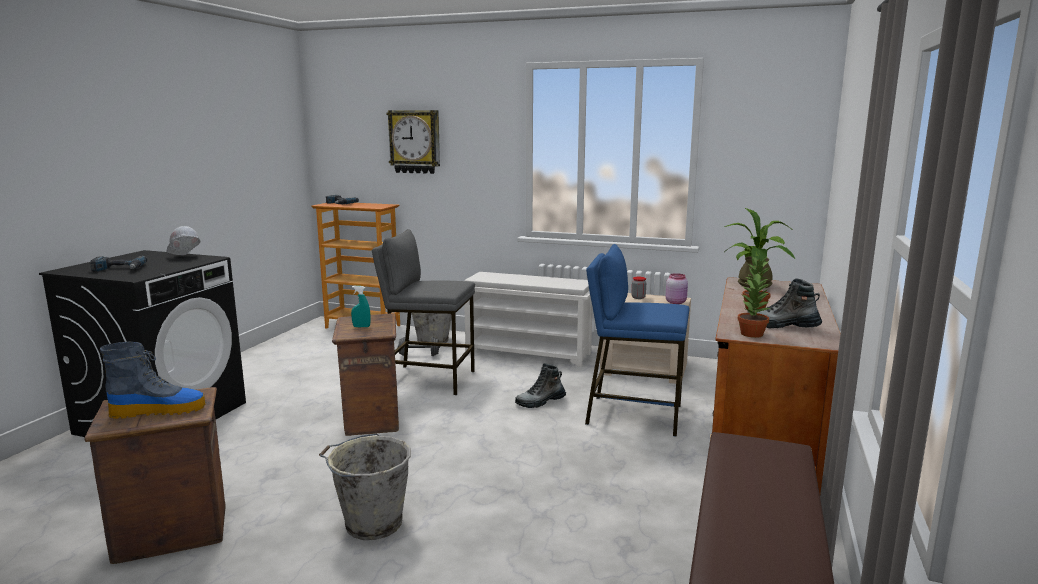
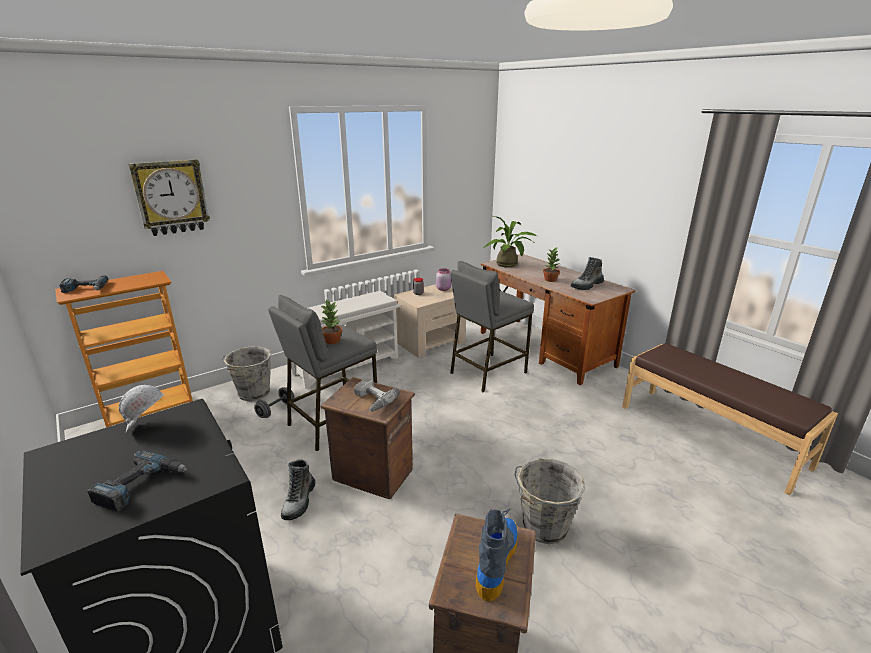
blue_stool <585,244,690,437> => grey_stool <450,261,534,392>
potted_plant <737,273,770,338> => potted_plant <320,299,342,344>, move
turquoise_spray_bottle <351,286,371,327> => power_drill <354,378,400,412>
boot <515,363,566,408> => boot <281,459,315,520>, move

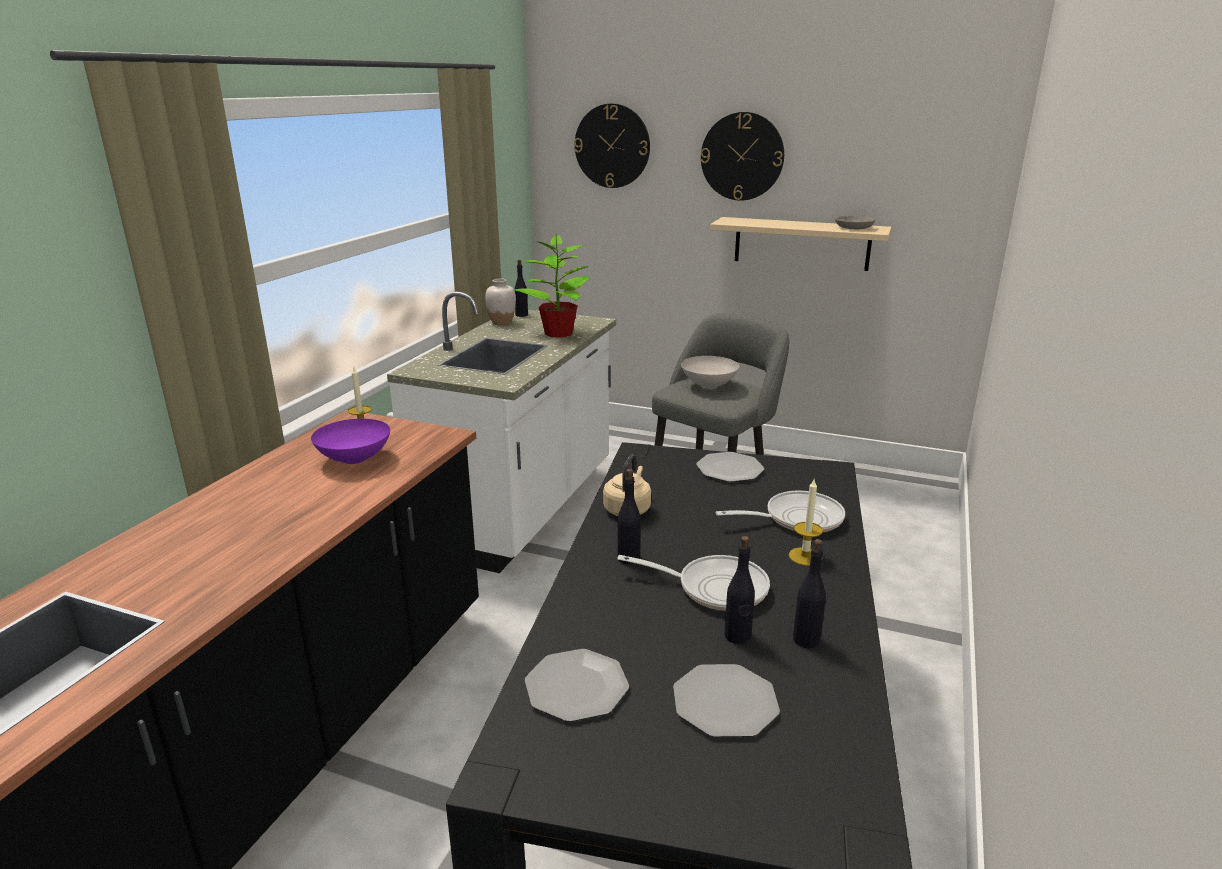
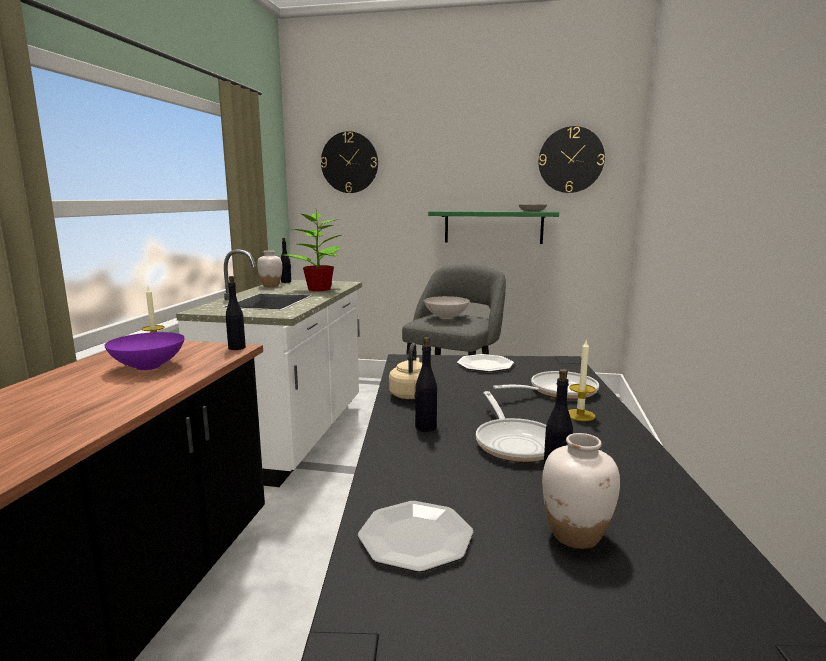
wall_clock <701,112,784,201> => wall_clock <538,126,605,193>, move
beige_shelf <710,217,892,271> => green_shelf <428,211,559,244>
black_bottle <793,539,826,648> => black_bottle <226,276,246,350>, move
frying_pan <617,555,770,611> => frying_pan <476,391,546,462>, 75 degrees clockwise
plate <673,664,780,737> => white_vase <542,433,620,549>

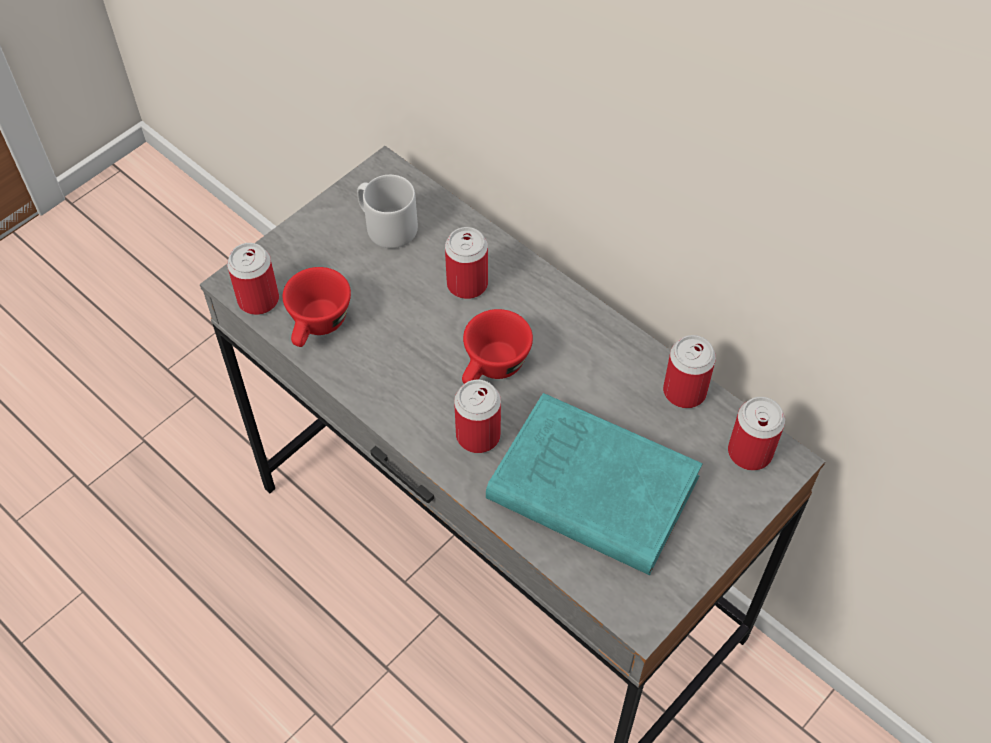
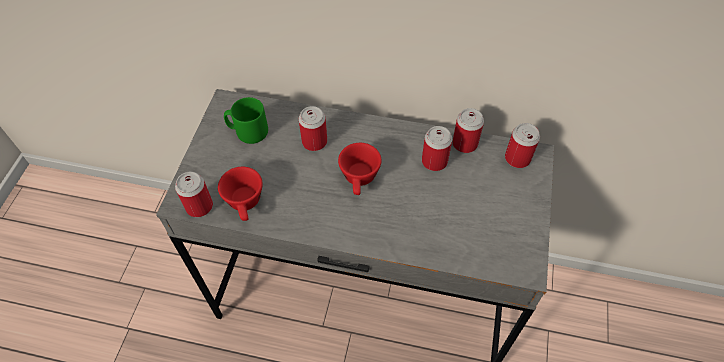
grey_mug <357,175,418,248> => green_mug <224,97,268,144>
can <454,380,501,453> => can <422,126,452,171>, move
turquoise_book <486,393,703,575> => nothing

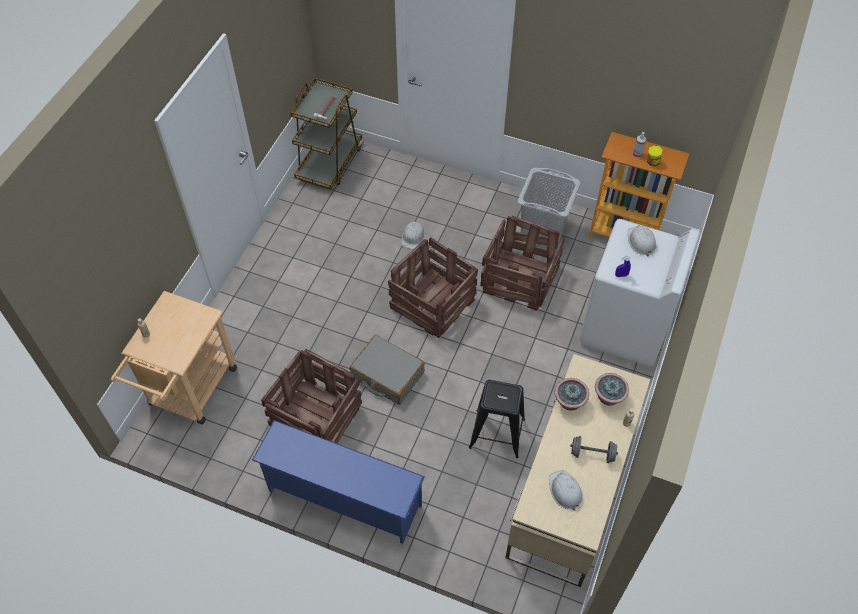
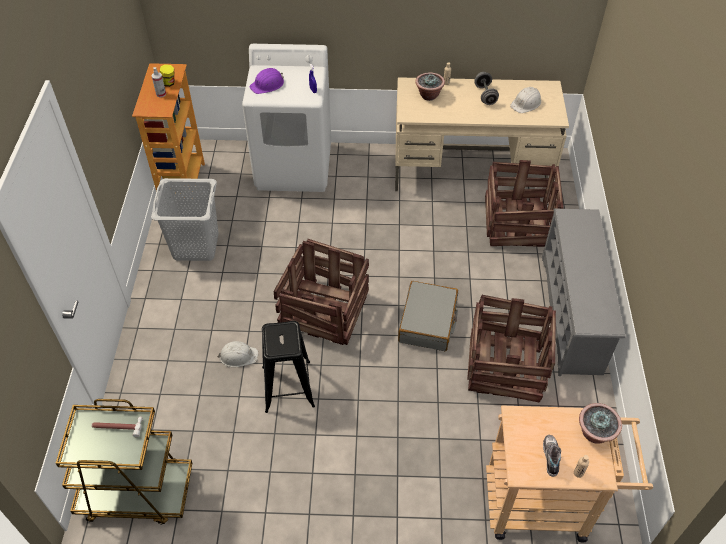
crate <480,216,565,311> => crate <485,160,564,247>, move
white_hard_hat <628,225,656,256> => purple_hard_hat <249,68,284,94>
potted_plant <555,378,589,411> => potted_plant <579,403,622,444>, move
black_stool <469,380,525,458> => black_stool <262,321,315,413>, move
blue_shoe_rack <252,420,425,544> => grey_shoe_rack <542,208,626,376>
nothing => shoe <543,435,561,477>

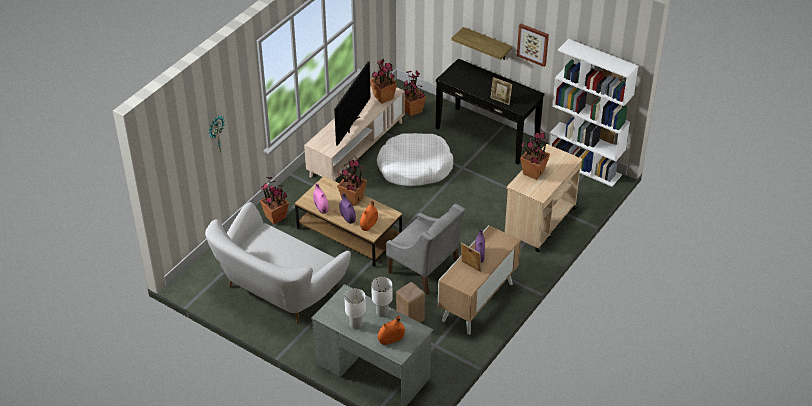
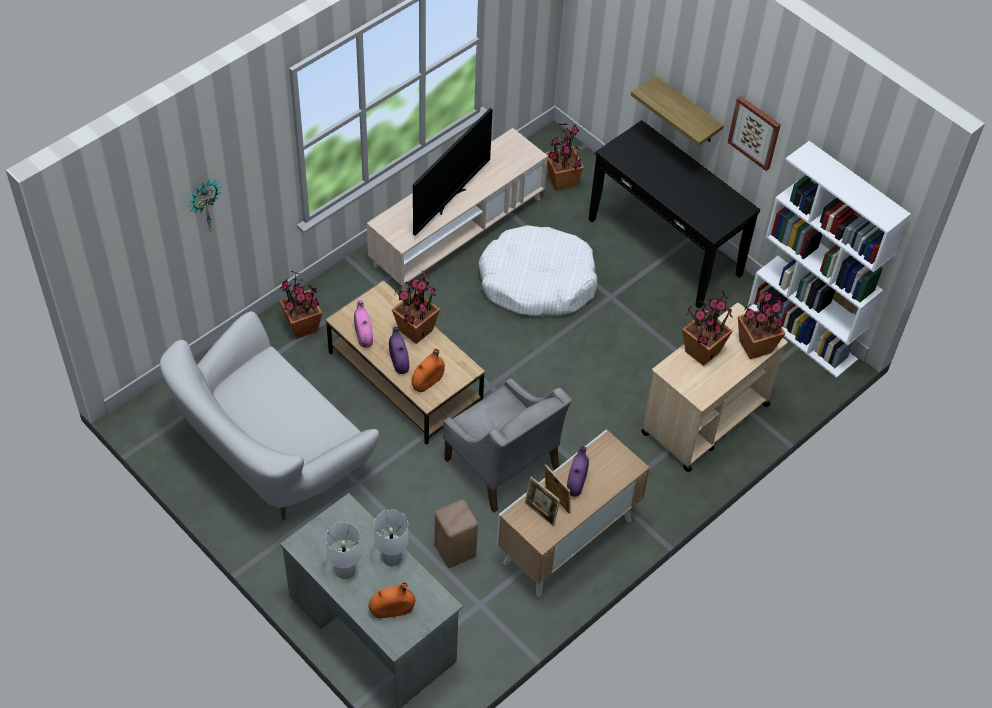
potted_plant <370,59,397,104> => potted_plant <738,291,786,359>, move
picture_frame <491,77,512,105> => picture_frame <525,477,560,526>, move

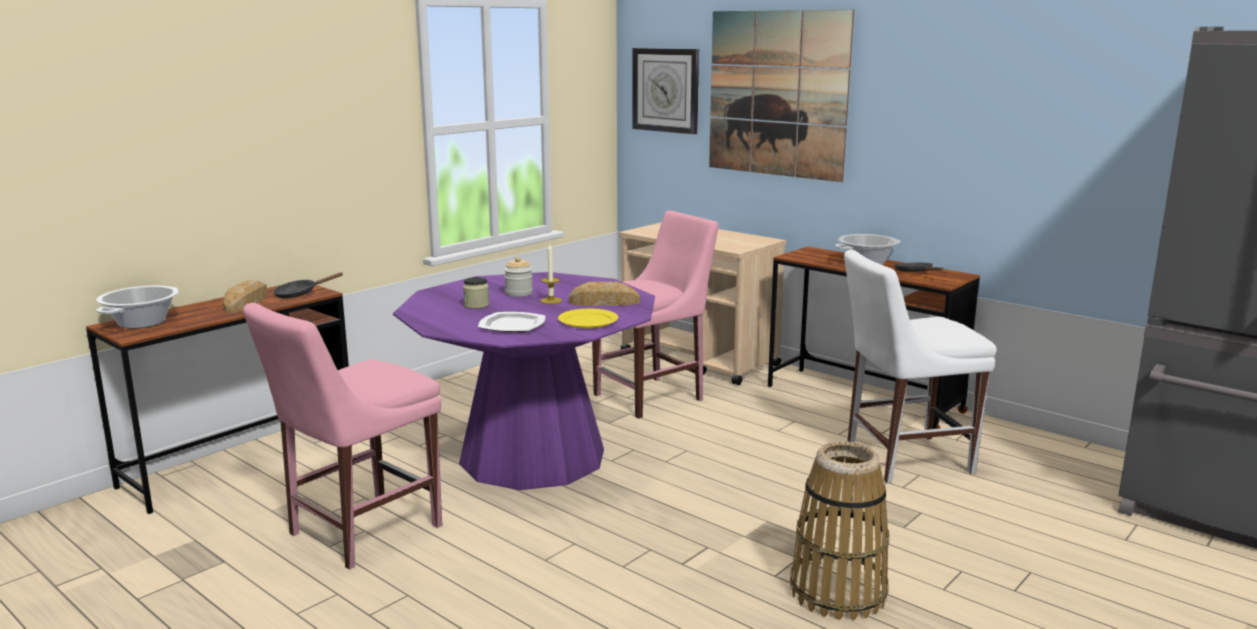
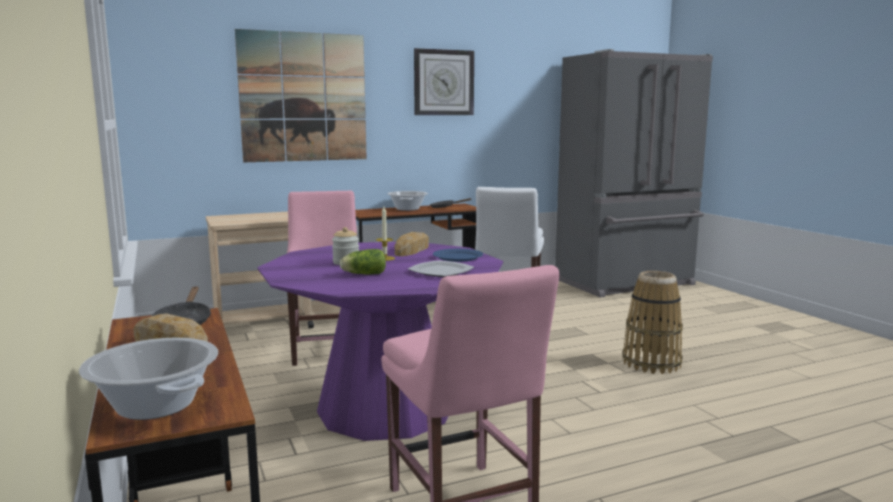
wall_clock <632,48,699,134> => wall_clock <414,48,474,115>, move
jar <463,277,489,309> => lettuce <340,249,386,274>
yellow_plate <558,309,618,328> => blue_plate <433,249,483,262>

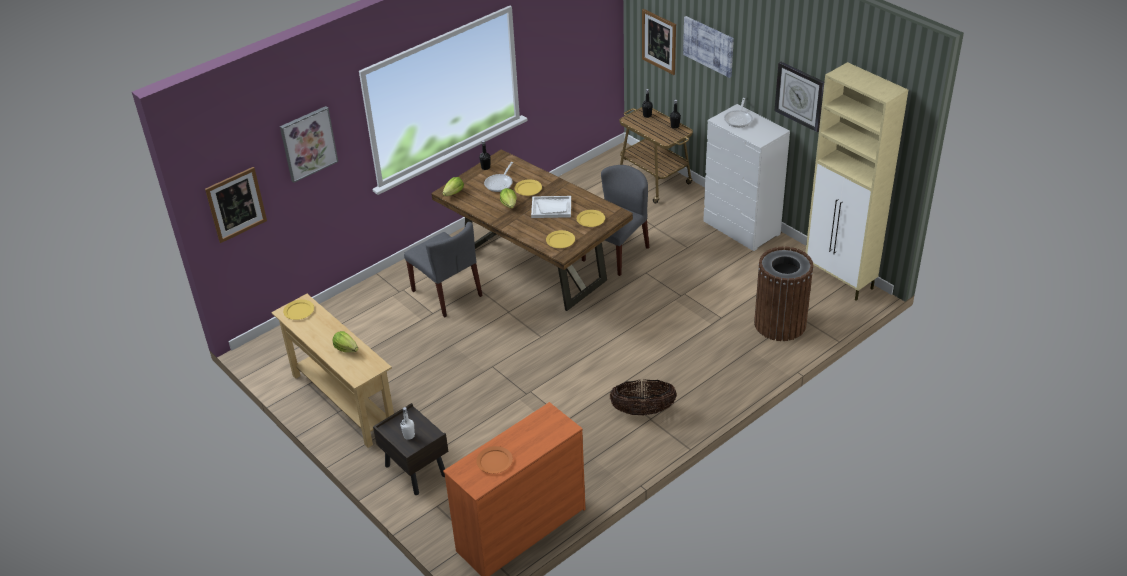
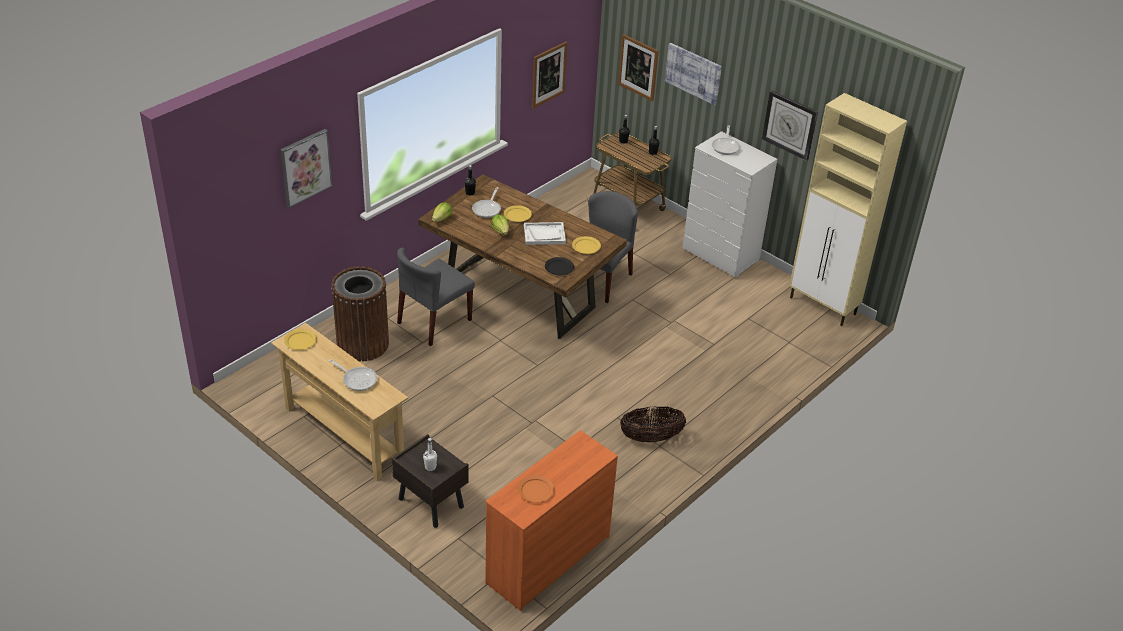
picture <205,167,267,243> => picture <532,42,567,108>, move
grey_chair <404,222,483,317> => grey_chair <397,248,475,346>, 90 degrees clockwise
yellow_plate <546,230,575,248> => black_plate <545,257,574,275>
brown_trash_can <754,247,814,341> => brown_trash_can <331,266,389,362>, move
lettuce <333,331,358,353> => frying_pan <329,359,377,391>

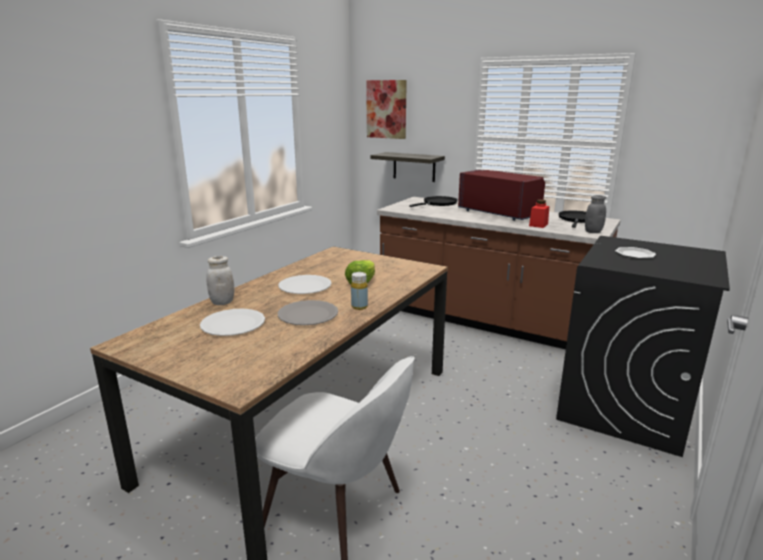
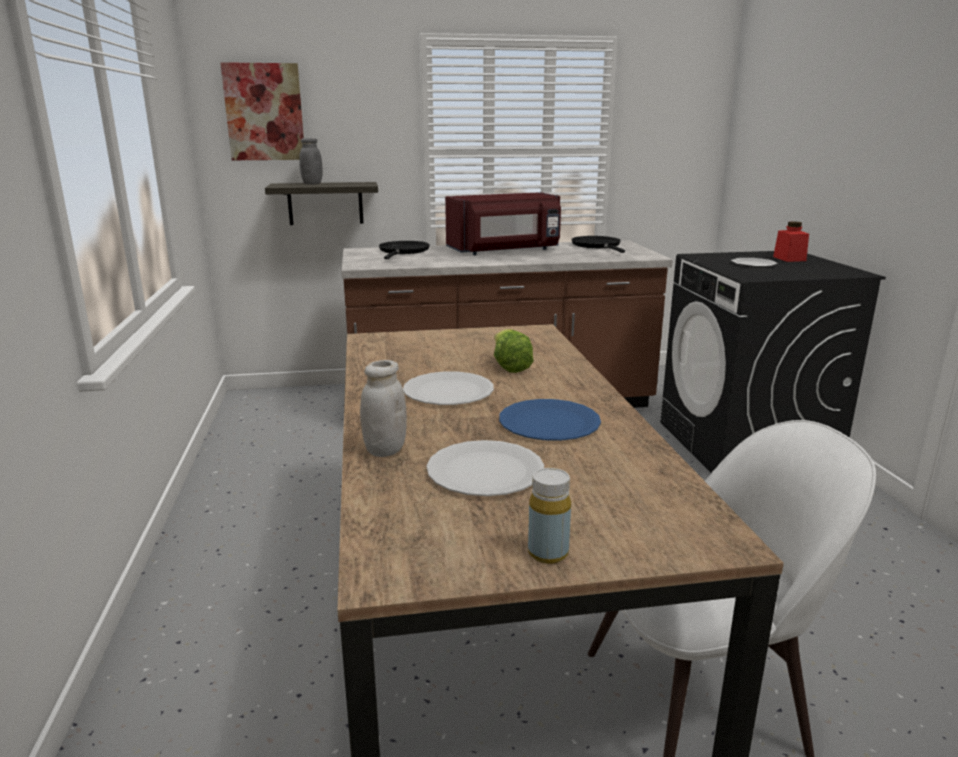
red_microwave <458,170,545,221> => red_microwave <445,192,561,255>, 150 degrees clockwise
grey_jar <585,195,606,233> => grey_jar <299,138,323,184>, move
red_jar <529,199,549,228> => red_jar <773,221,809,262>, move
yellow_bottle <351,272,368,310> => yellow_bottle <528,468,571,564>, move
grey_plate <278,300,338,325> => blue_plate <499,399,601,441>

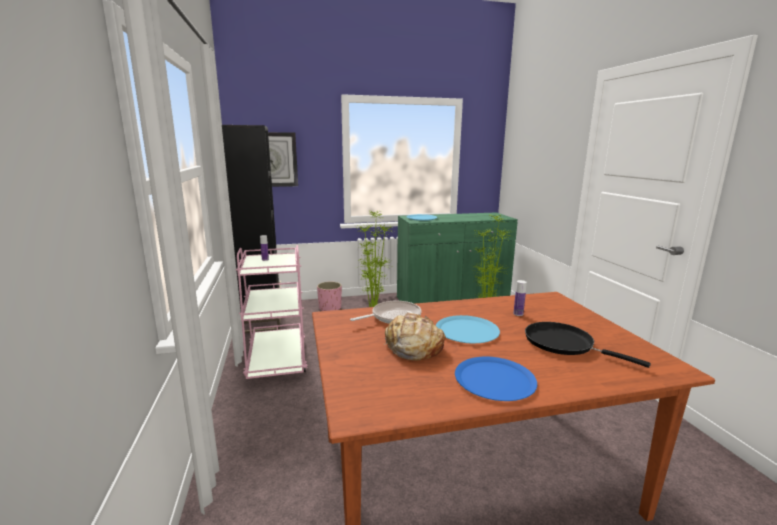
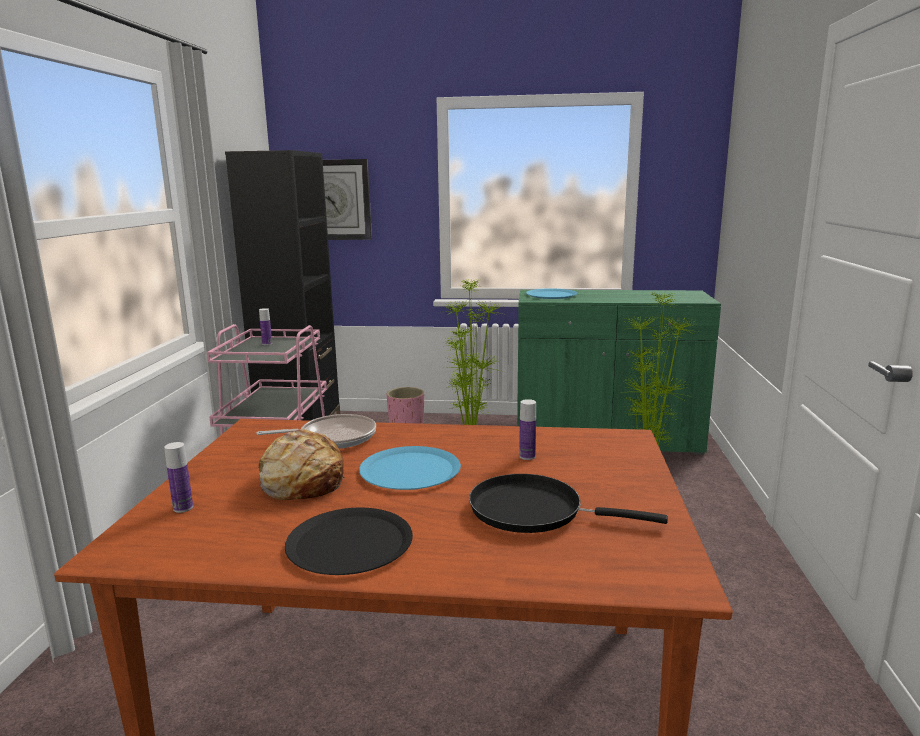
black_frying_pan <525,322,651,368> => black_frying_pan <469,474,668,533>, 45 degrees counterclockwise
blue_plate <455,357,537,401> => black_plate <285,508,413,575>
nothing => bottle <164,442,193,513>

